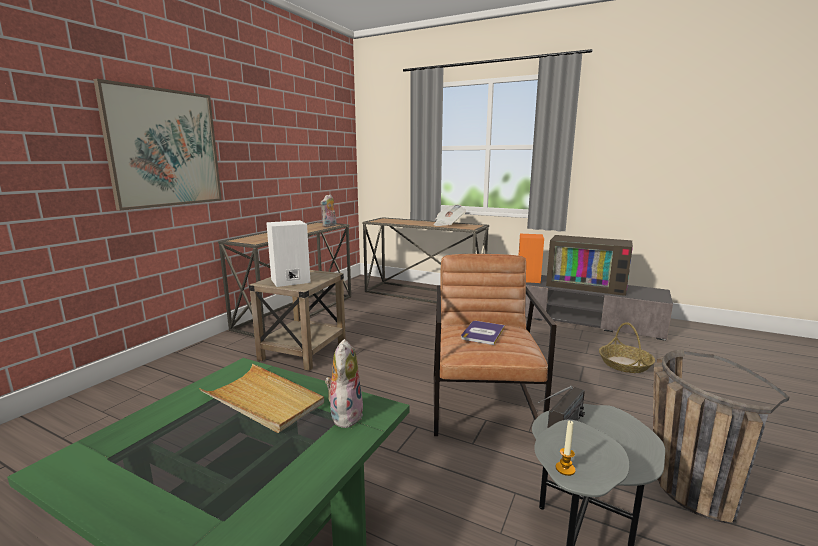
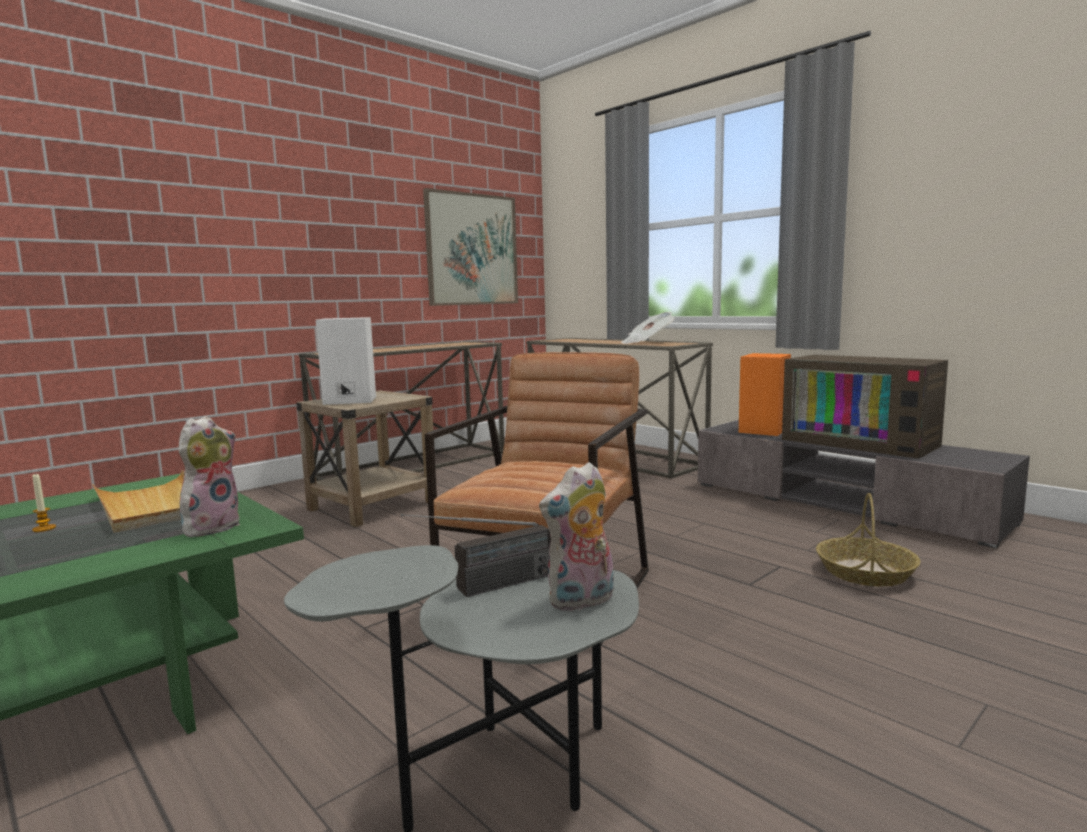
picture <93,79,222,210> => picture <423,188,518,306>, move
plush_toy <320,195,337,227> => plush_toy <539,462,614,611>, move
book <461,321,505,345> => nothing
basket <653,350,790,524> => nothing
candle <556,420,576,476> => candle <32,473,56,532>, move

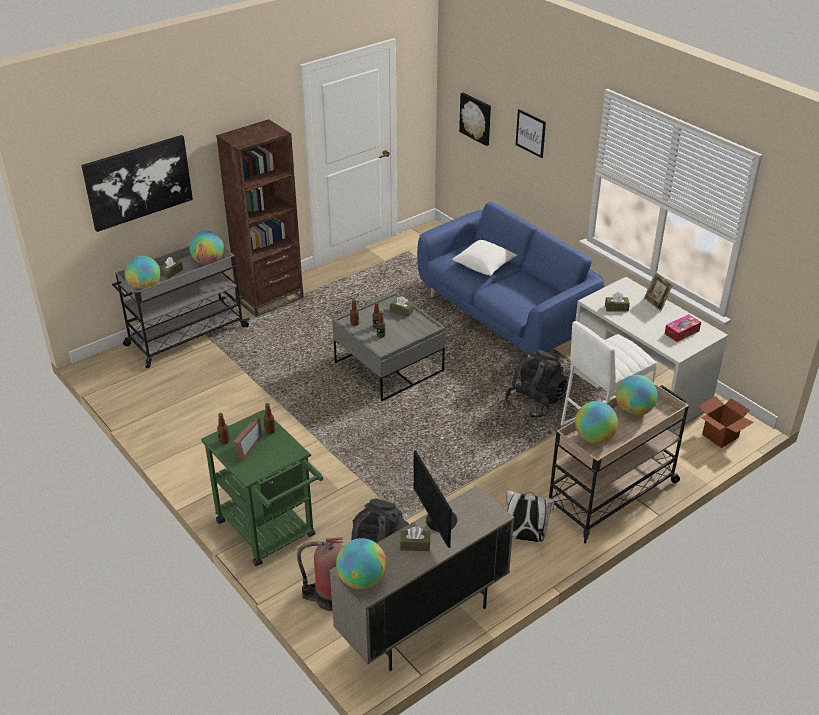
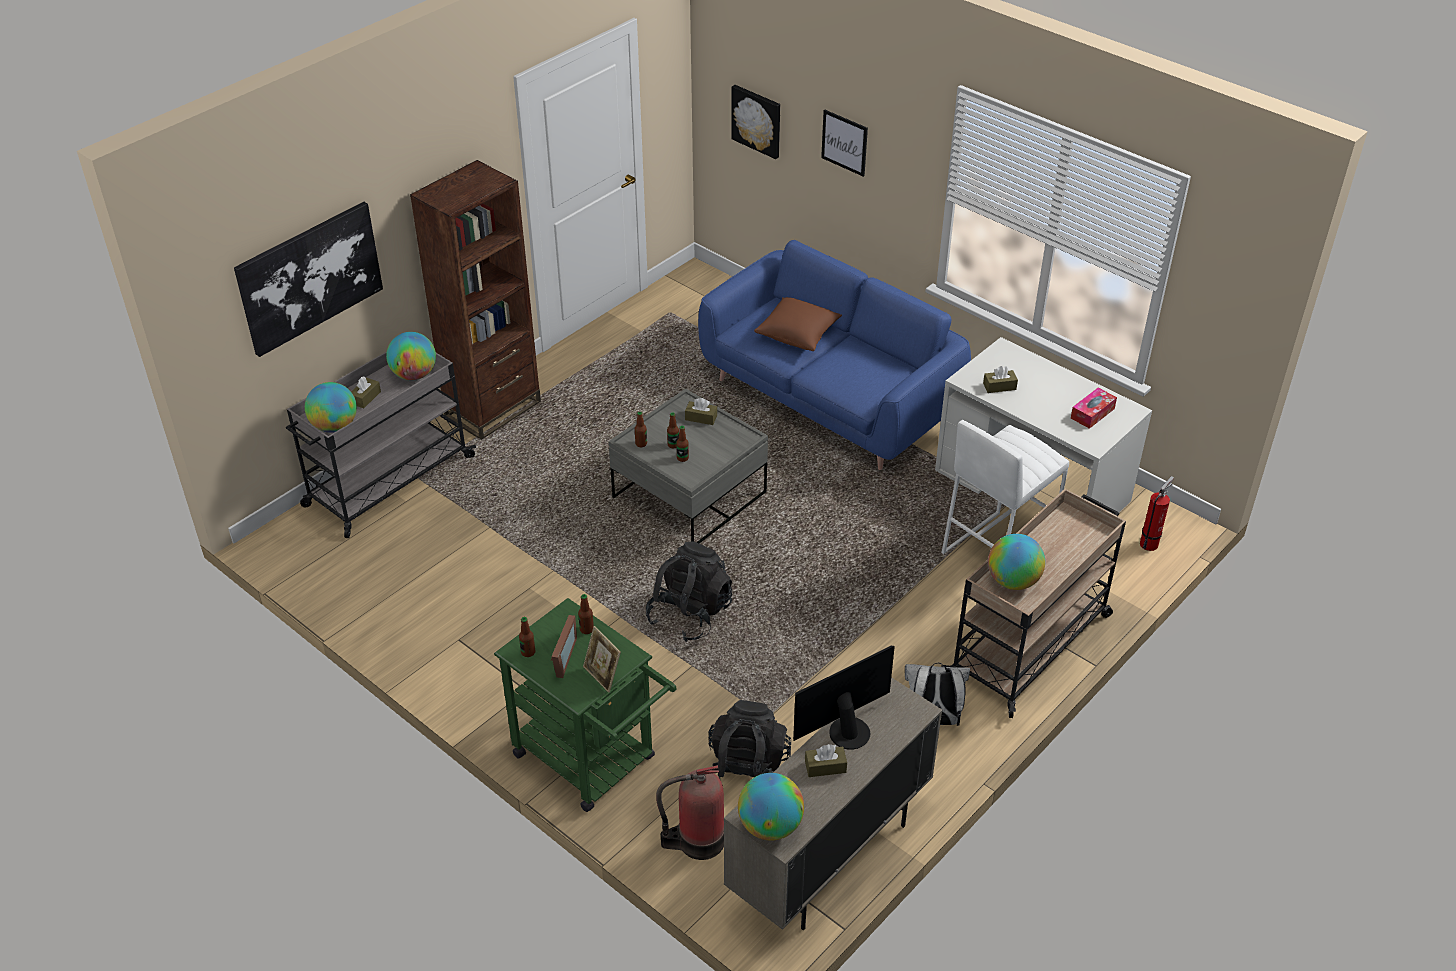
white_pillow <452,240,517,276> => brown_pillow <754,297,842,351>
picture_frame <644,272,673,311> => picture_frame <583,626,621,693>, move
black_backpack <505,350,567,418> => black_backpack <646,541,732,642>, move
globe <616,375,658,416> => nothing
cardboard_box <698,396,754,448> => fire_extinguisher <1140,476,1174,551>
monitor <414,450,457,548> => monitor <793,646,895,750>, 90 degrees clockwise

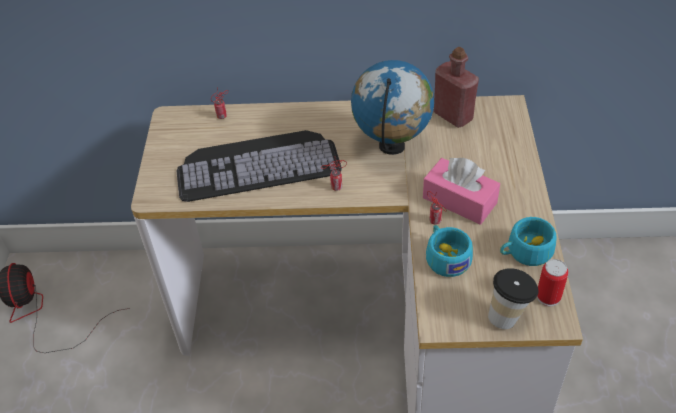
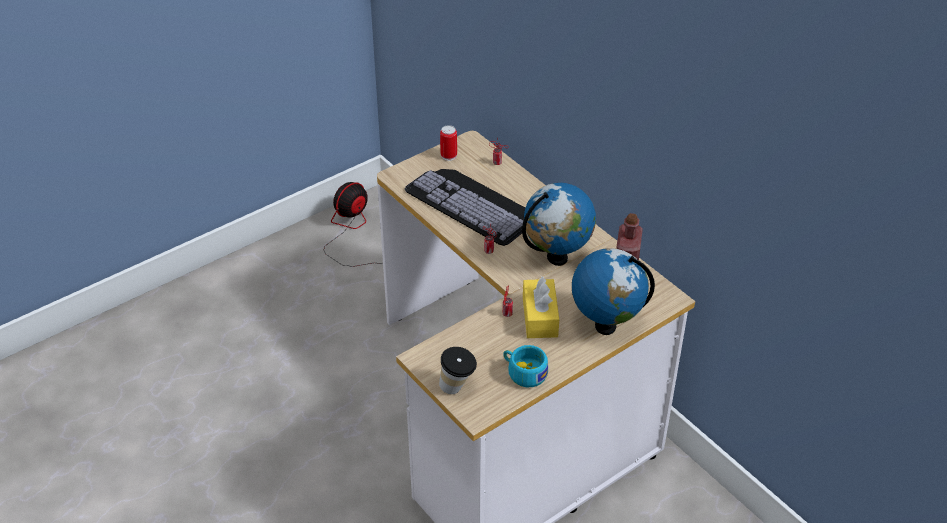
pink_tissue_box <423,157,500,225> => yellow_tissue_box <523,277,559,338>
turquoise_cup <426,225,473,277> => nothing
can <537,259,568,306> => can <440,125,457,161>, move
nothing => globe <572,248,655,335>

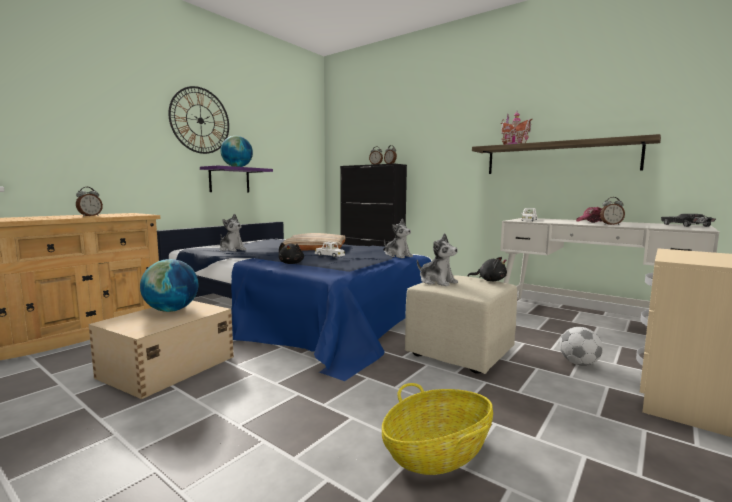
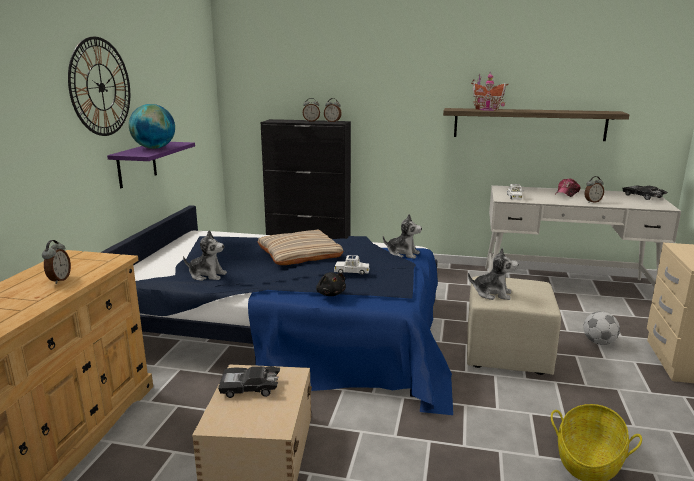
black_plush_toy <468,257,507,281> => nothing
globe <140,259,198,312> => black_toy_car <218,366,280,398>

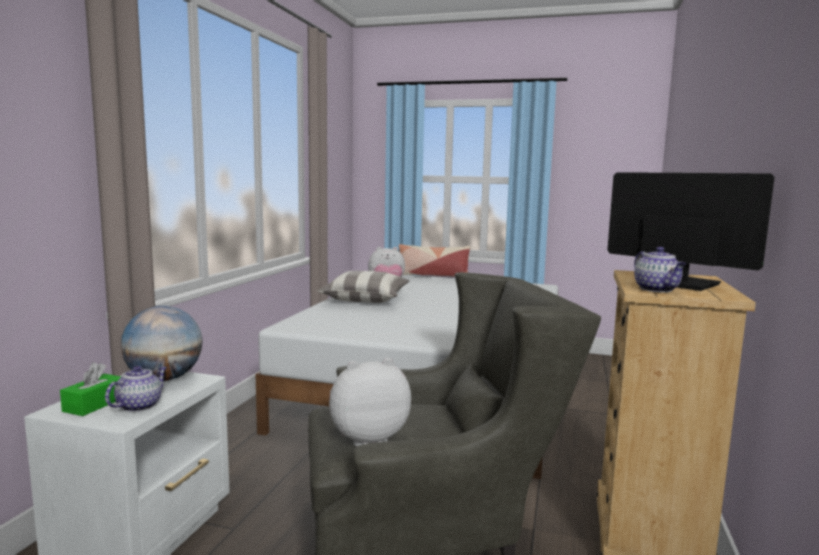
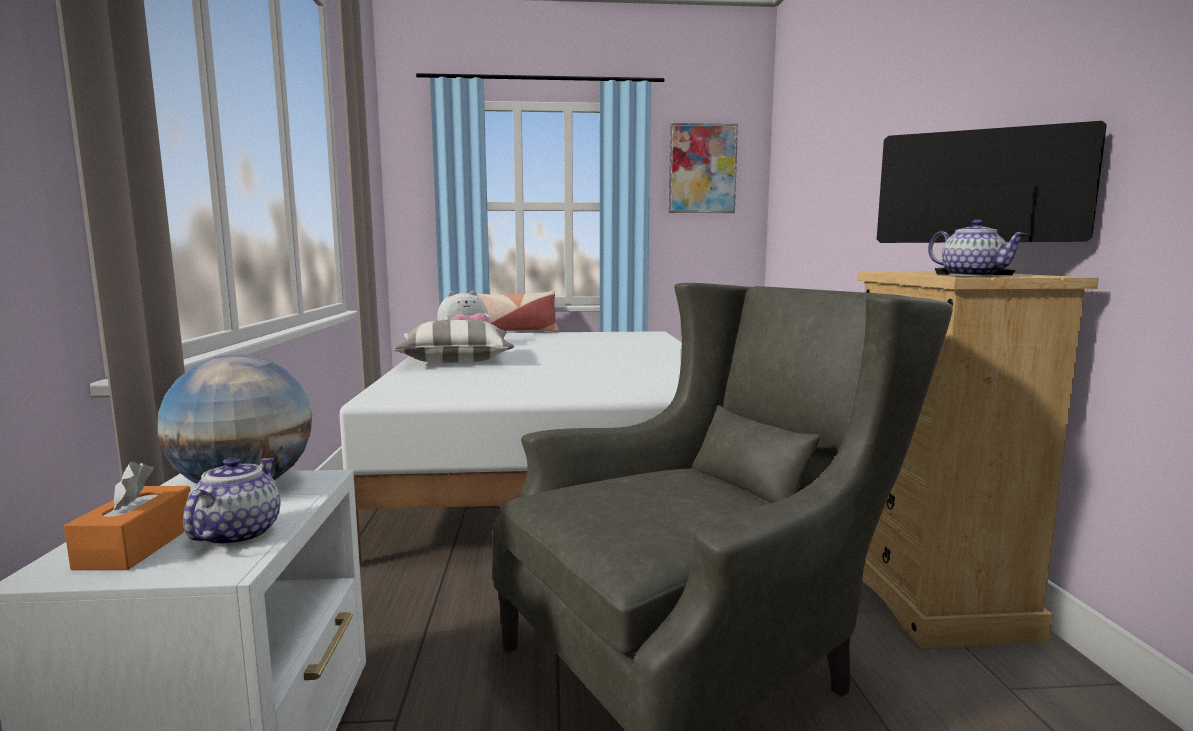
plush_toy <329,358,411,447> => nothing
green_tissue_box <60,362,121,416> => orange_tissue_box <64,462,191,570>
nothing => picture <669,123,738,213>

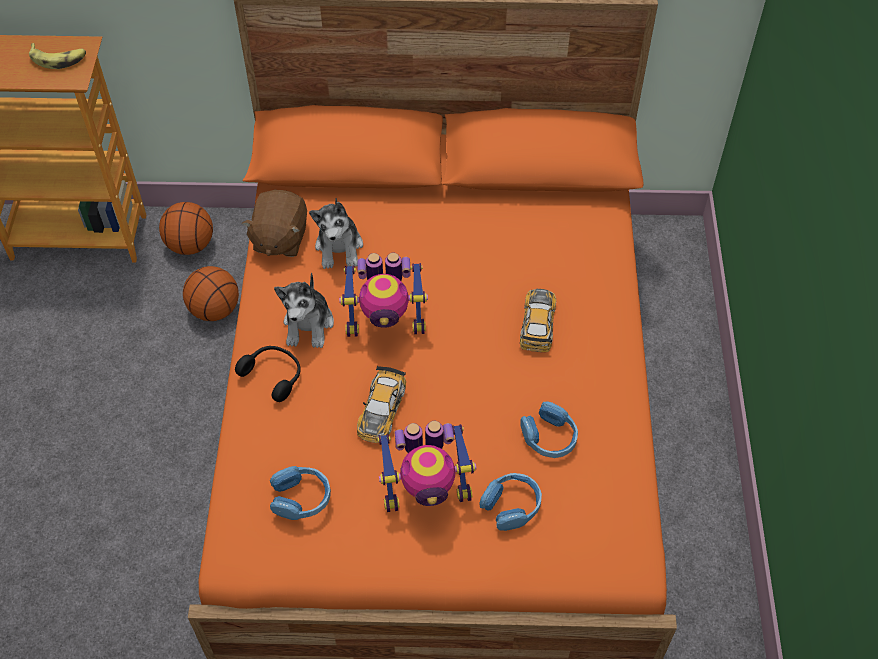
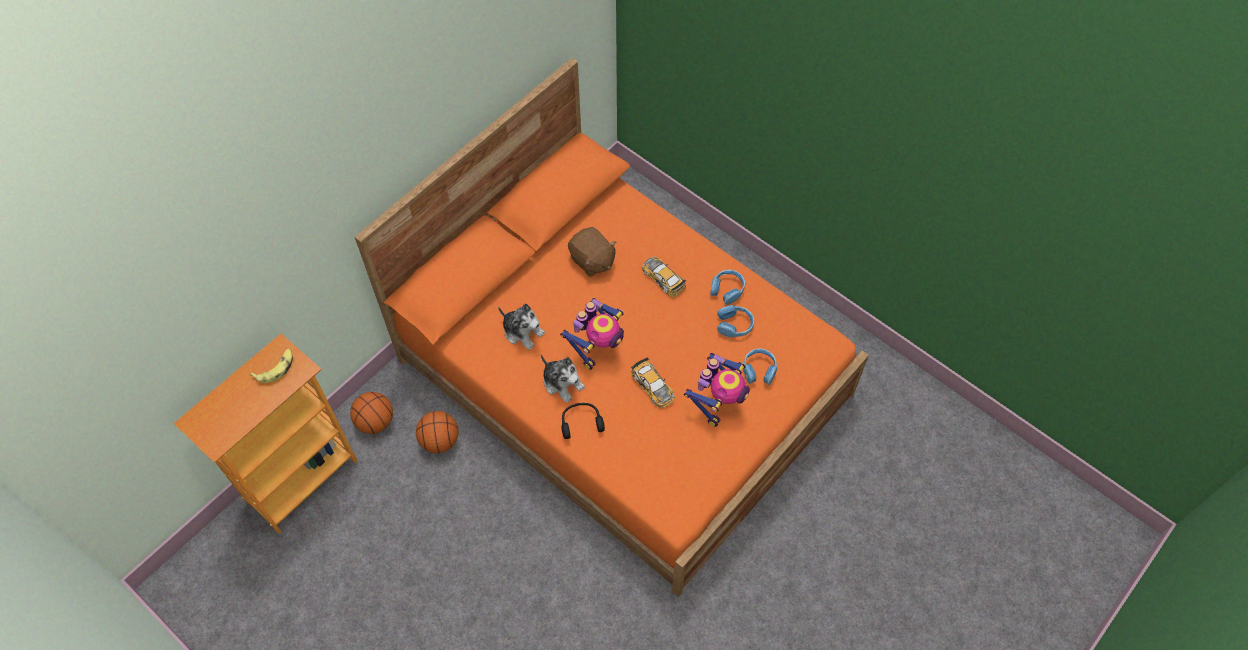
brown_plush_toy <242,190,307,257> => brown_plush_toy <568,227,616,277>, move
blue_headphones <270,466,331,520> => blue_headphones <710,270,745,305>, move

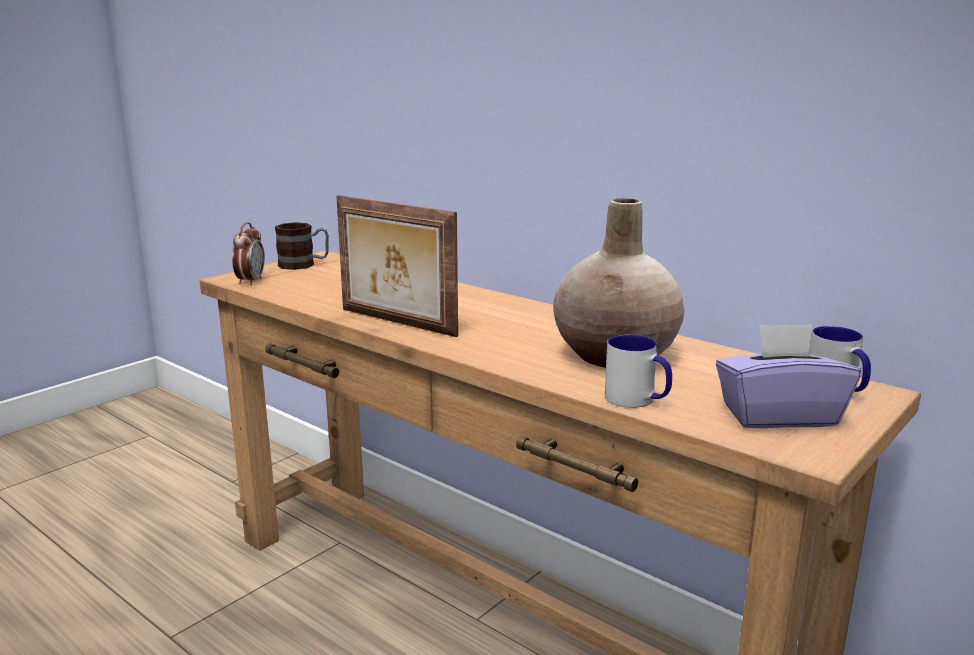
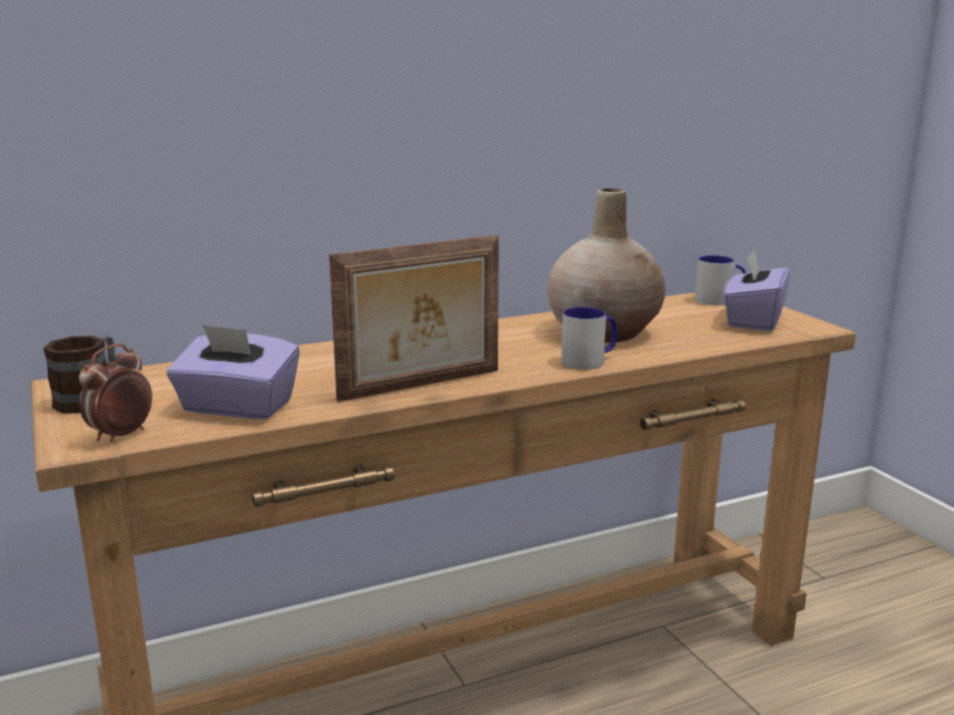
alarm_clock <232,222,265,285> => alarm_clock <78,344,152,443>, 90 degrees counterclockwise
mug <605,335,672,408> => mug <561,307,617,370>, move
nothing => purple_tissue_box <167,324,300,419>

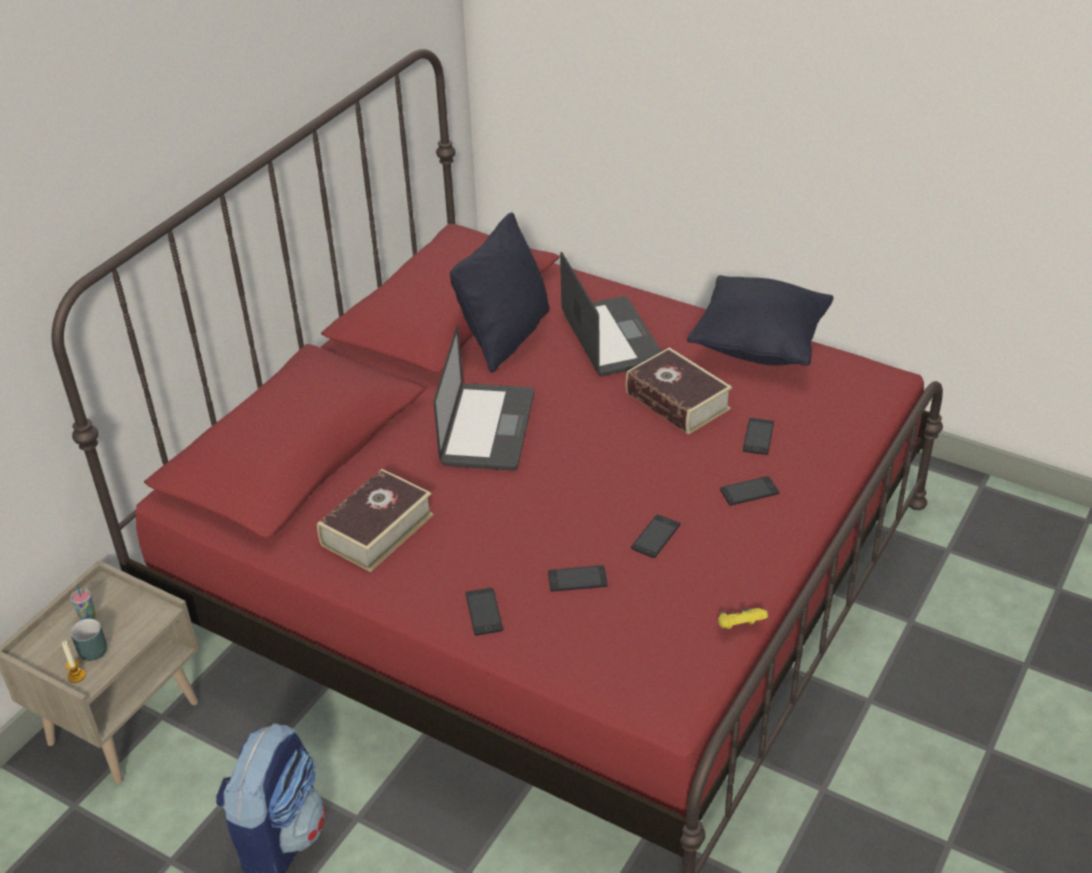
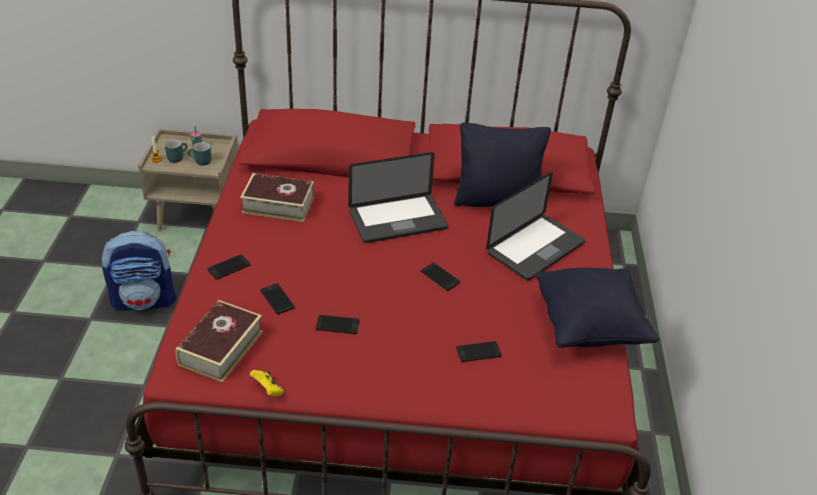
book <626,347,732,435> => book <175,300,263,383>, move
phone <720,476,779,506> => phone <421,263,460,291>, move
nothing => turquoise_mug <187,142,211,166>

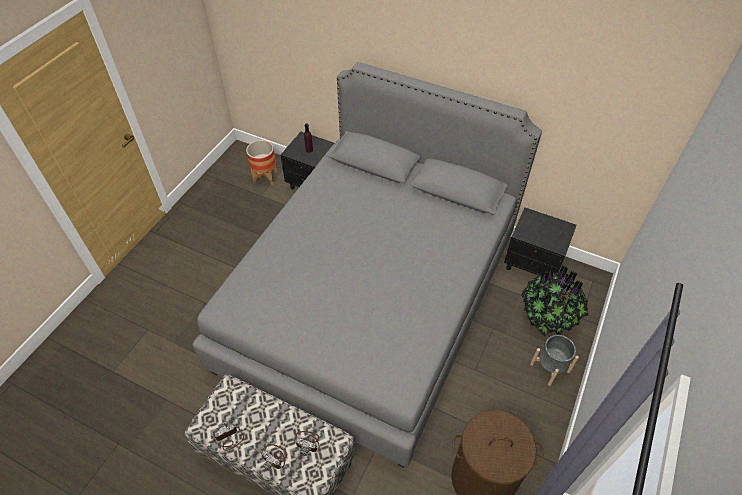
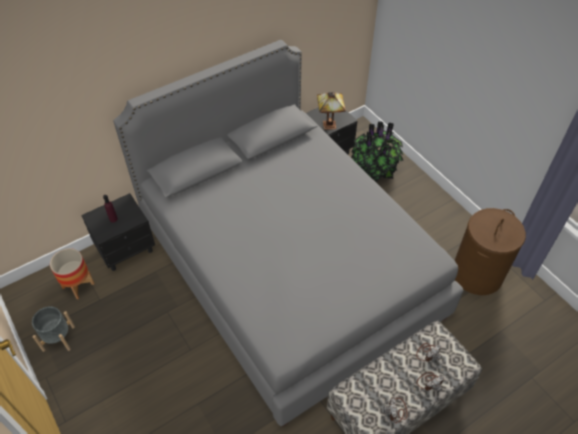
grey_planter <530,335,579,386> => grey_planter <32,306,75,352>, move
nothing => table_lamp <317,92,346,130>

